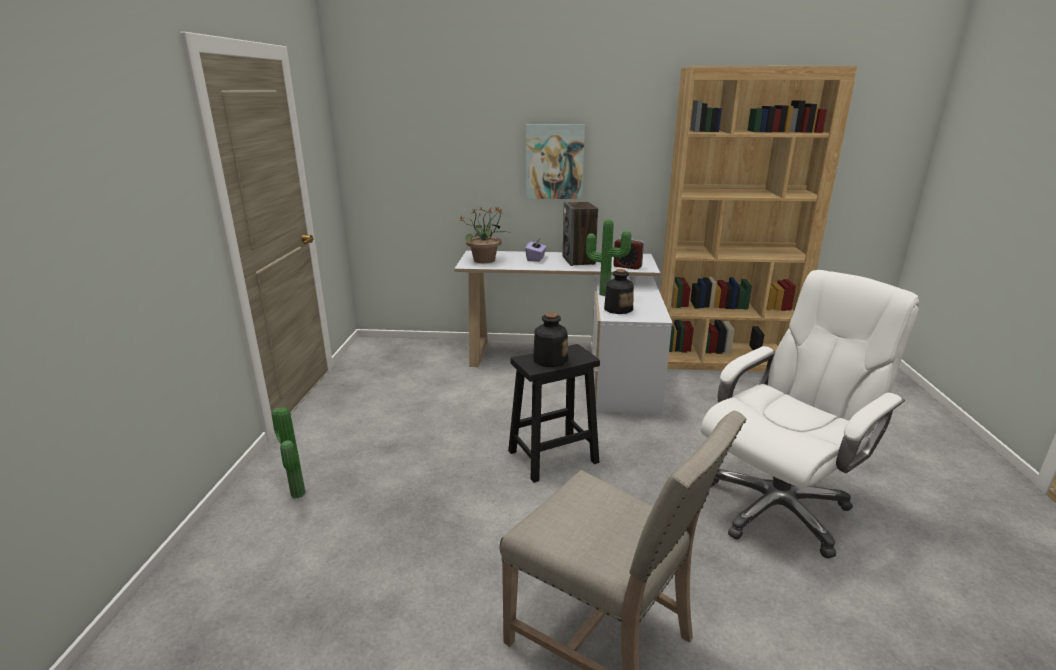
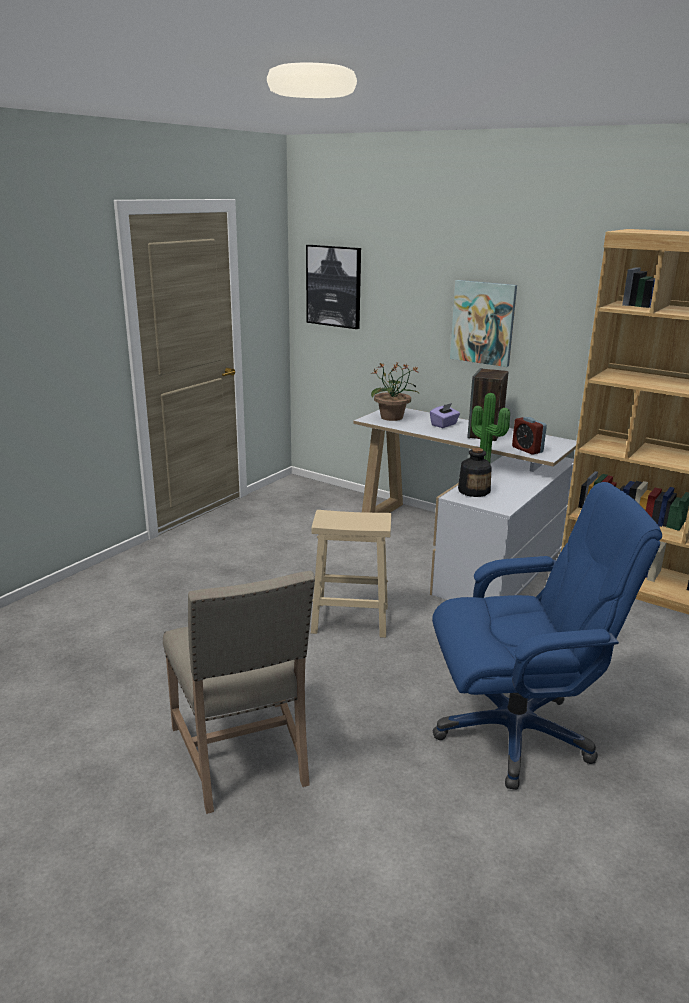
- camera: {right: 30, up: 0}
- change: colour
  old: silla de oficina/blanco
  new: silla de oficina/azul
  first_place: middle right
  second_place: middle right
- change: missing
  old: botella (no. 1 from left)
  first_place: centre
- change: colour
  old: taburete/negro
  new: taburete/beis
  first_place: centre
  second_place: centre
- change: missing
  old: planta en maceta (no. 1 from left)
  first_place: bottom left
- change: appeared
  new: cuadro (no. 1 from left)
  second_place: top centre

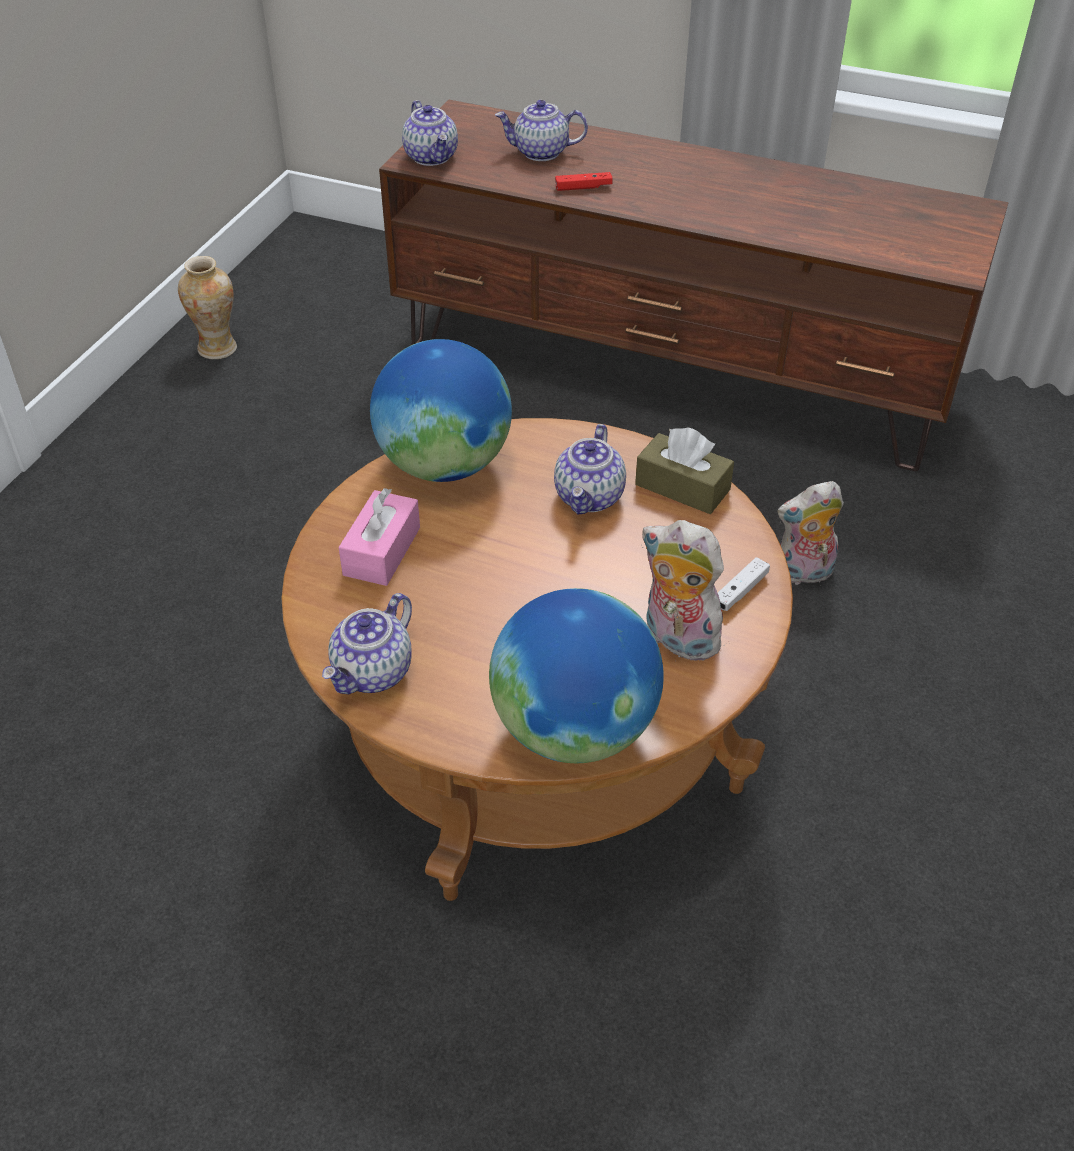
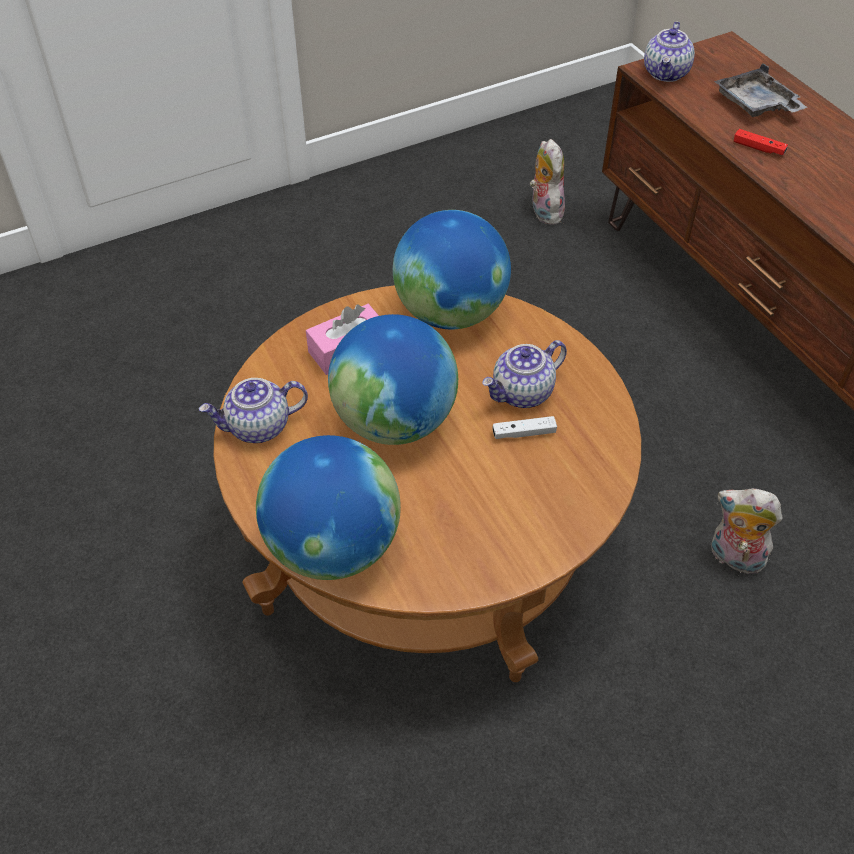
- camera: {right: 40, up: 5}
- change: exchanged
  old: tetera (no. 3 from left)
  new: bandeja/gris
  first_place: top centre
  second_place: top right
- change: missing
  old: florero
  first_place: top left
- change: missing
  old: caja de pañuelos/marrón
  first_place: centre
- change: relocated
  old: peluche (no. 1 from left)
  first_place: centre
  second_place: top centre
- change: relocated
  old: mando de consola/blanco
  first_place: middle right
  second_place: centre
- change: appeared
  new: globo terráqueo (no. 2 from left)
  second_place: centre

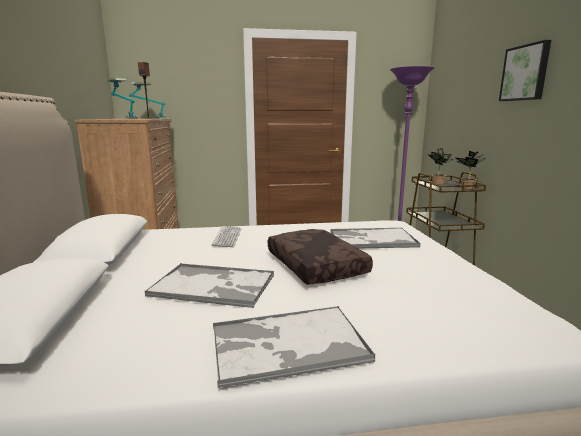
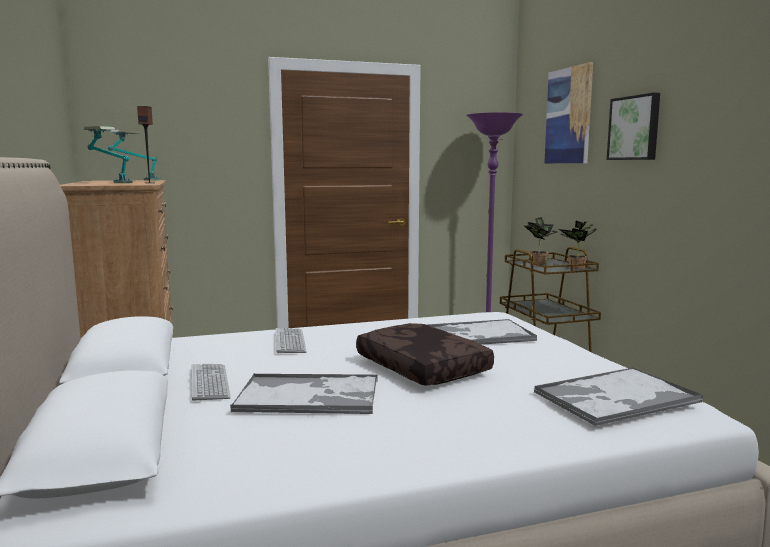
- camera: {right: -10, up: -5}
- change: relocated
  old: bandeja (no. 2 from left in the first image)
  new: bandeja (no. 3 from left)
  first_place: bottom centre
  second_place: bottom right
- change: appeared
  new: cuadro (no. 1 from left)
  second_place: top right
- change: appeared
  new: teclado (no. 1 from left)
  second_place: bottom left

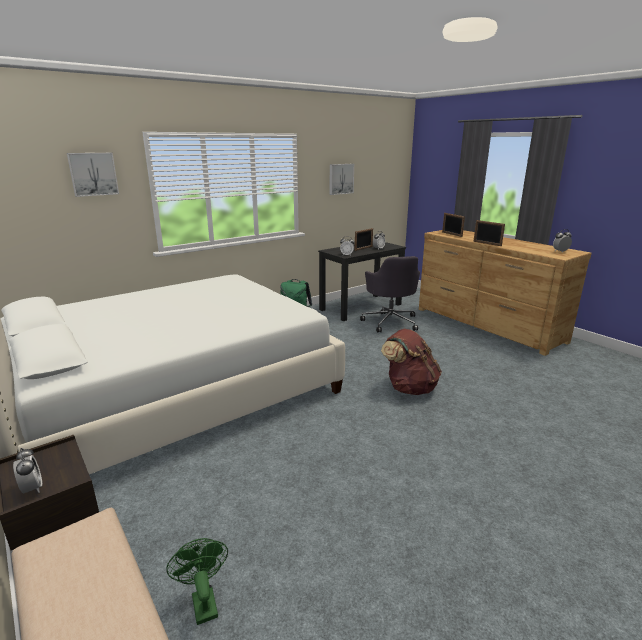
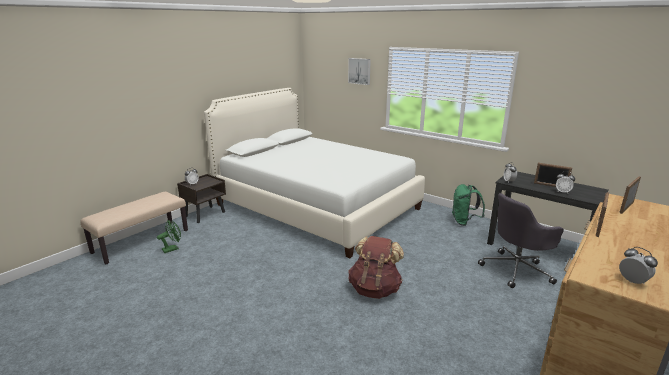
- camera: {right: 75, up: 0}
- change: missing
  old: cuadro (no. 2 from left)
  first_place: top centre

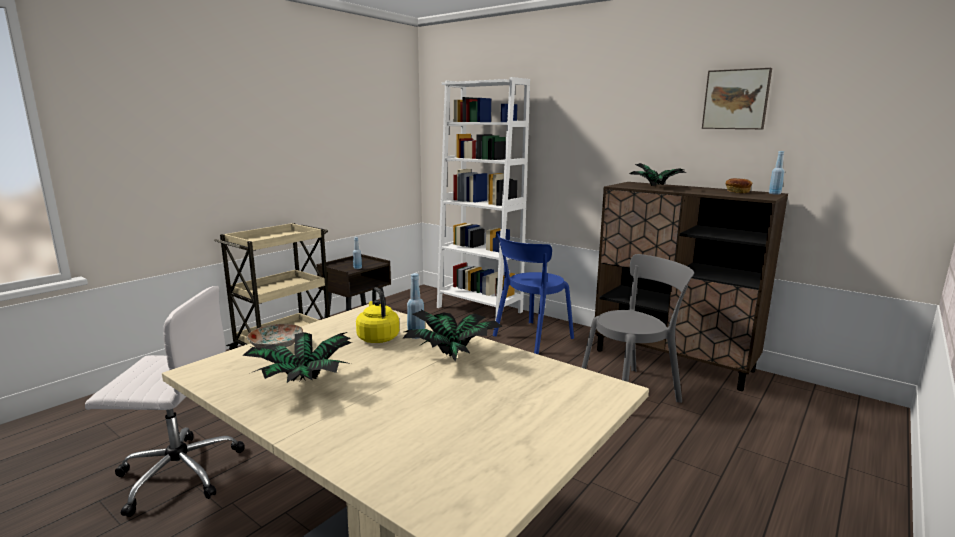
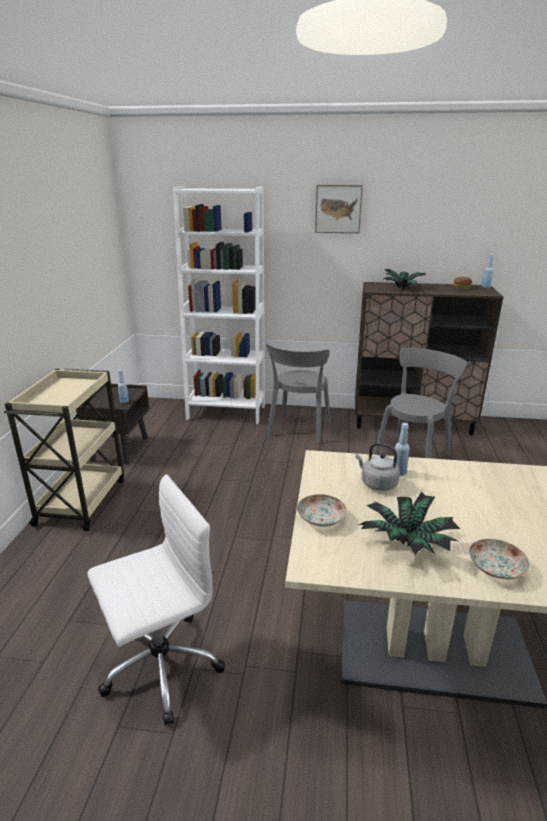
- camera: {right: -30, up: 10}
- change: relocated
  old: cuadro
  first_place: top right
  second_place: top centre
- change: colour
  old: silla/azul
  new: silla/gris (no. 1 from left)
  first_place: centre
  second_place: centre
- change: colour
  old: hervidor/amarillo
  new: hervidor/gris
  first_place: centre
  second_place: middle right
- change: missing
  old: planta en maceta (no. 2 from left)
  first_place: centre
- change: appeared
  new: plato (no. 2 from left)
  second_place: bottom right

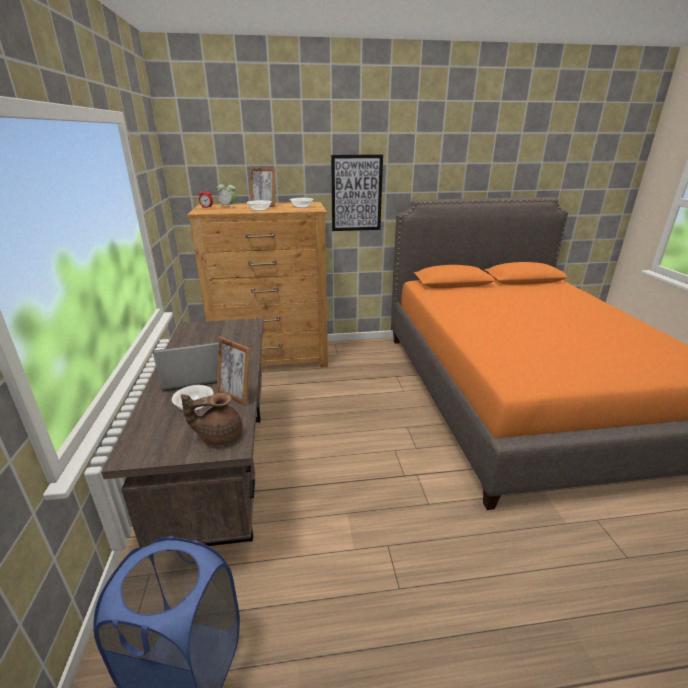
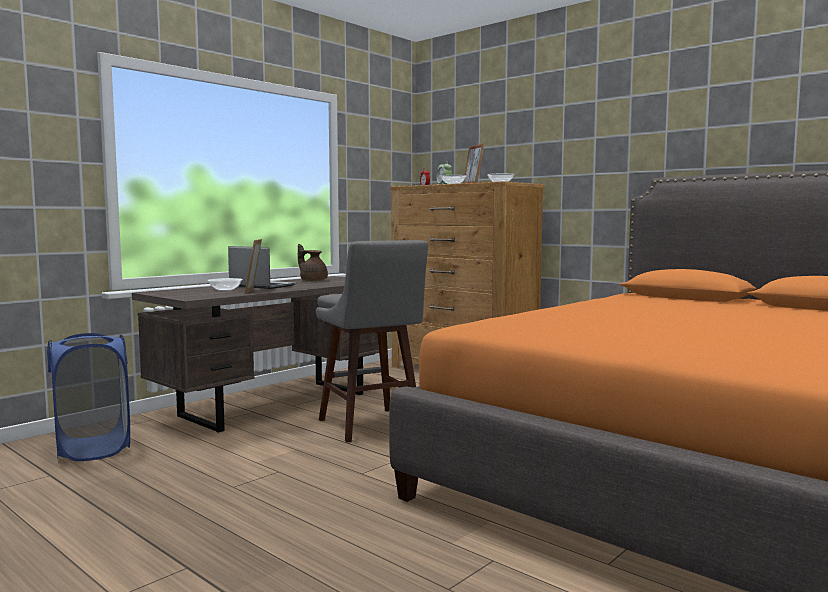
- camera: {right: 50, up: -20}
- change: missing
  old: cuadro
  first_place: top centre
- change: relocated
  old: tetera/marrón
  first_place: middle left
  second_place: centre
- change: appeared
  new: taburete/gris
  second_place: centre

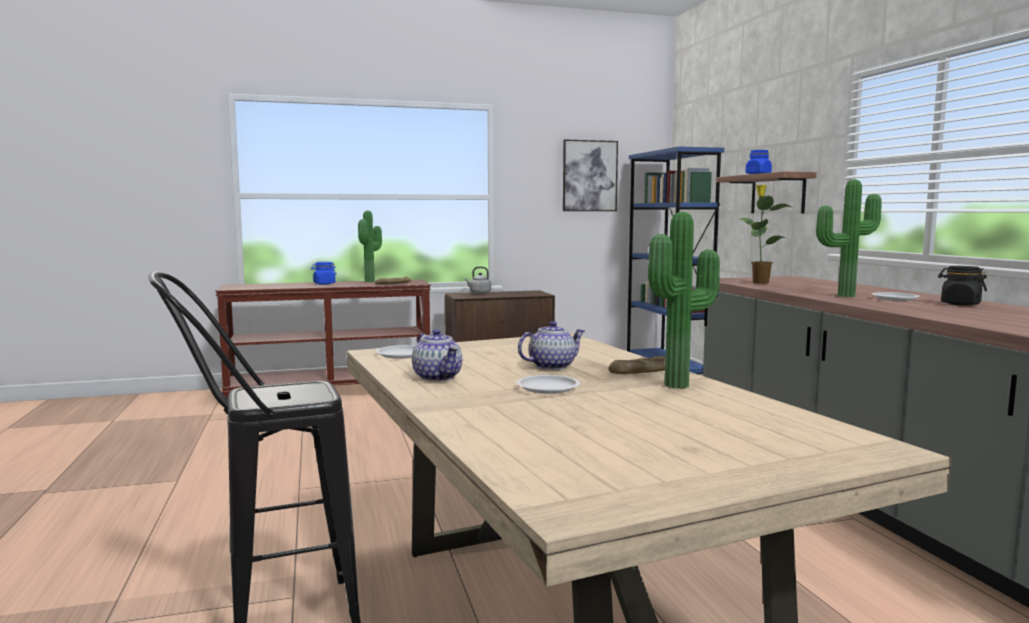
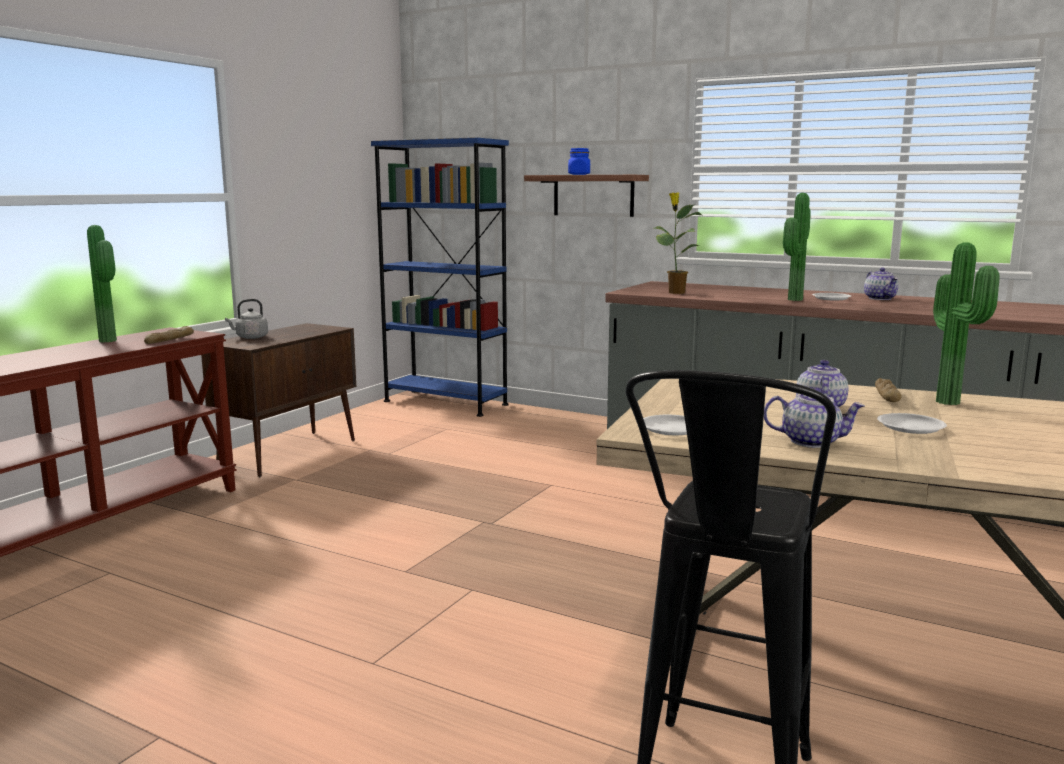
- camera: {right: -45, up: 5}
- change: missing
  old: cuadro
  first_place: top centre
- change: missing
  old: tarro/azul (no. 1 from left)
  first_place: middle left
- change: exchanged
  old: tarro/negro
  new: tetera (no. 3 from left)
  first_place: middle right
  second_place: middle right

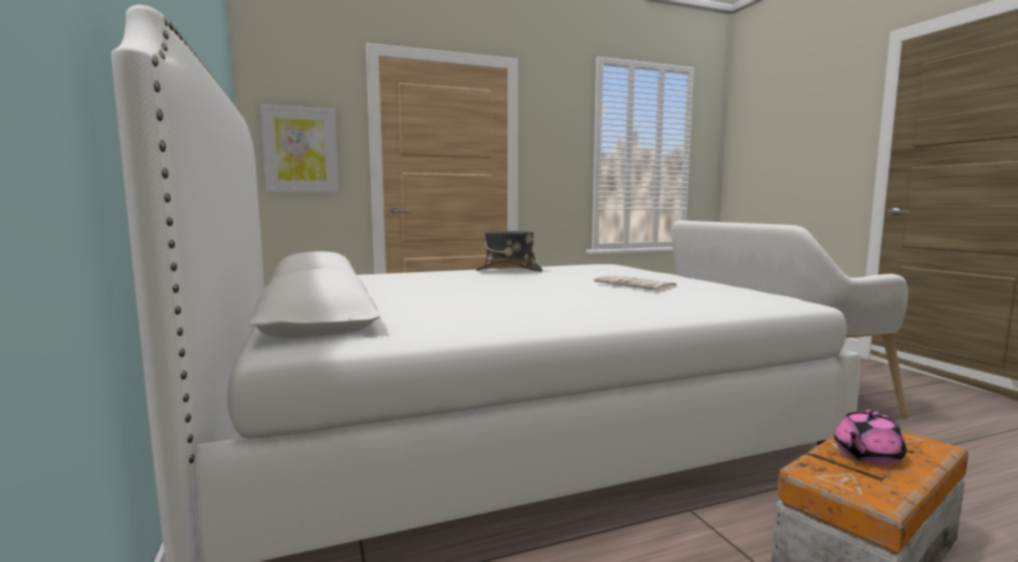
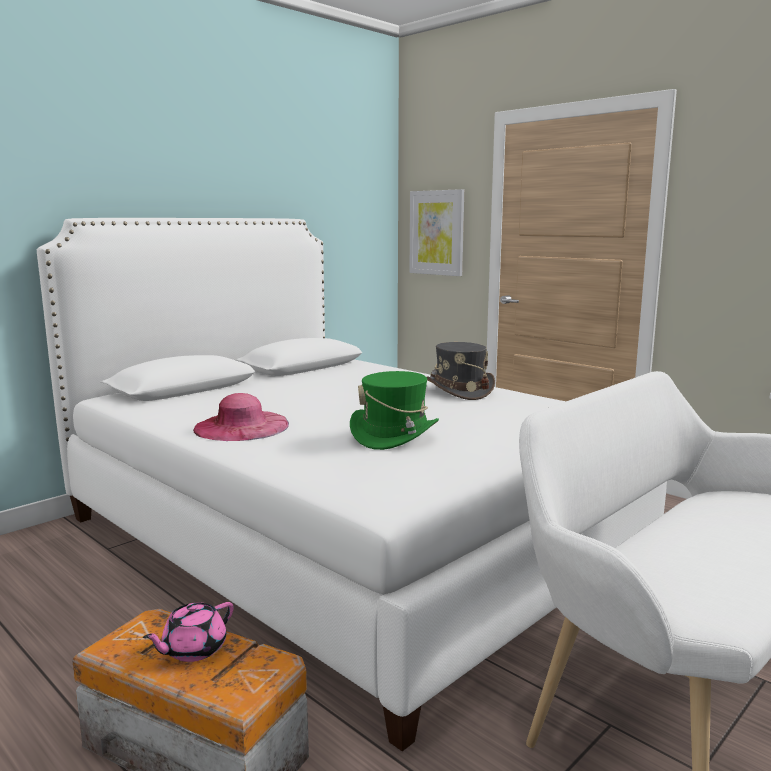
- camera: {right: 65, up: 5}
- change: exchanged
  old: periódico
  new: sombrero/verde
  first_place: centre
  second_place: centre
- change: spun
  old: tetera/rosa
  first_place: bottom right
  second_place: bottom left
  degrees: -75
- change: appeared
  new: sombrero/rosa
  second_place: middle left

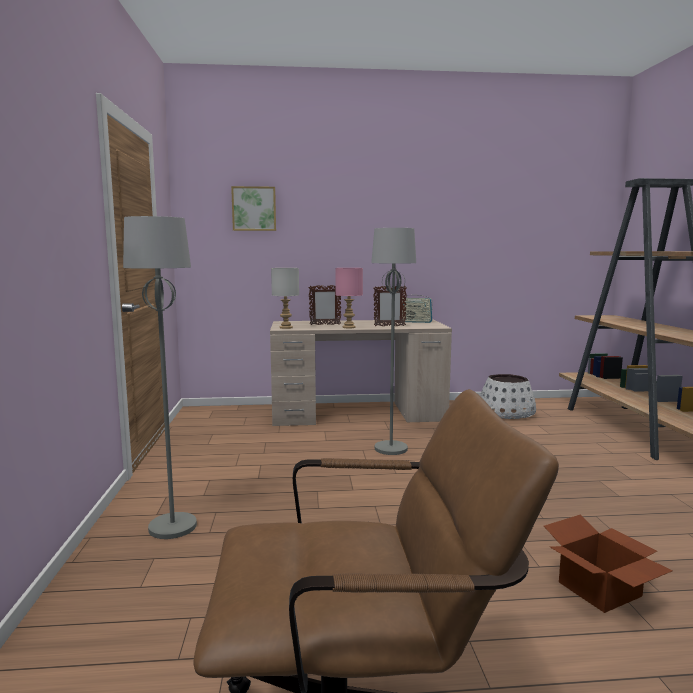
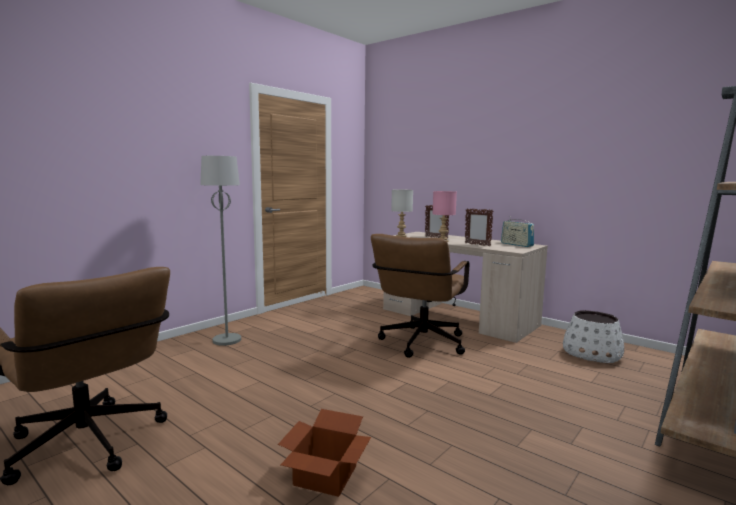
- camera: {right: 45, up: 0}
- change: missing
  old: cuadro
  first_place: top centre
- change: exchanged
  old: lámpara de pie/gris (no. 2 from left)
  new: silla de oficina/marrón (no. 2 from left)
  first_place: centre
  second_place: centre

